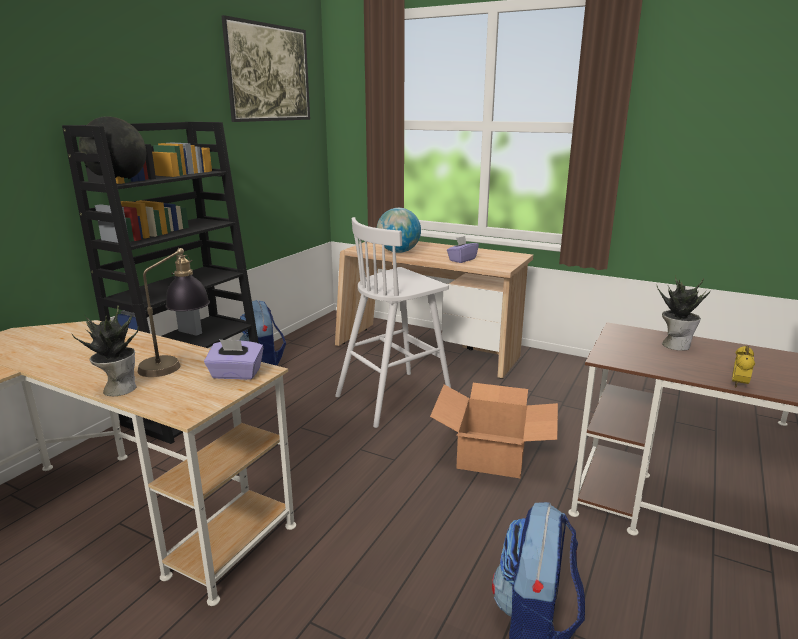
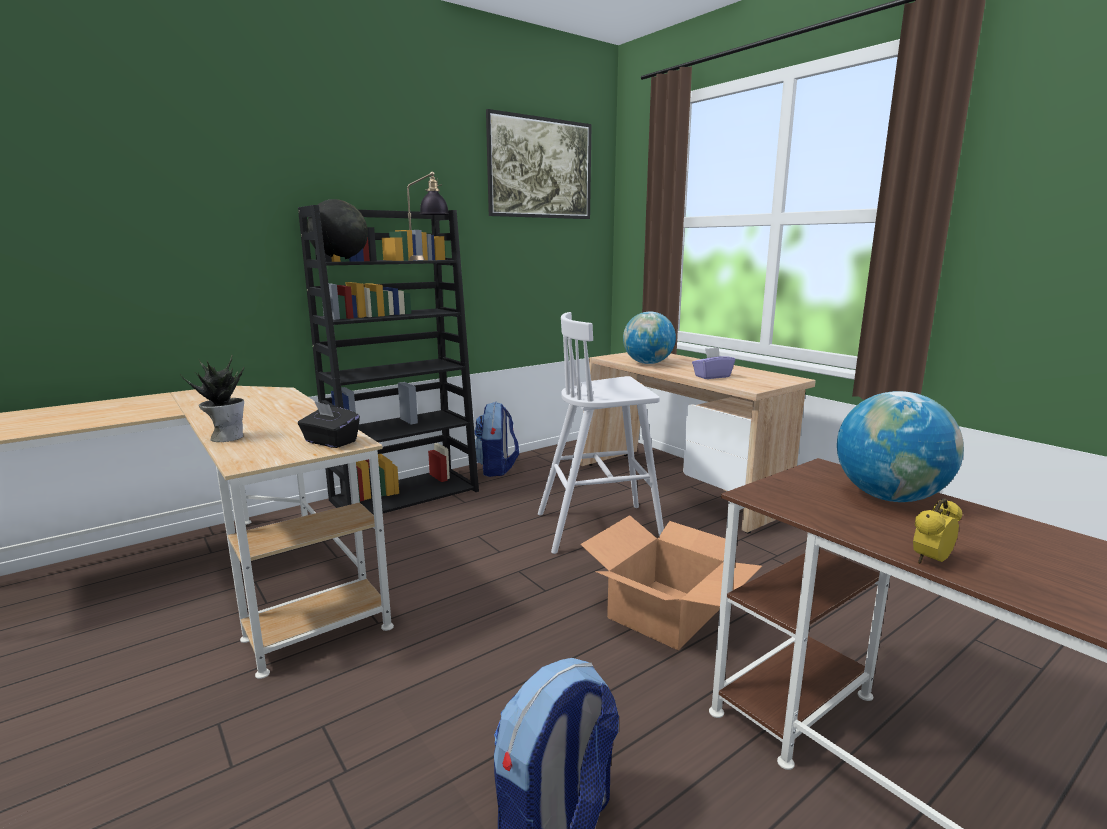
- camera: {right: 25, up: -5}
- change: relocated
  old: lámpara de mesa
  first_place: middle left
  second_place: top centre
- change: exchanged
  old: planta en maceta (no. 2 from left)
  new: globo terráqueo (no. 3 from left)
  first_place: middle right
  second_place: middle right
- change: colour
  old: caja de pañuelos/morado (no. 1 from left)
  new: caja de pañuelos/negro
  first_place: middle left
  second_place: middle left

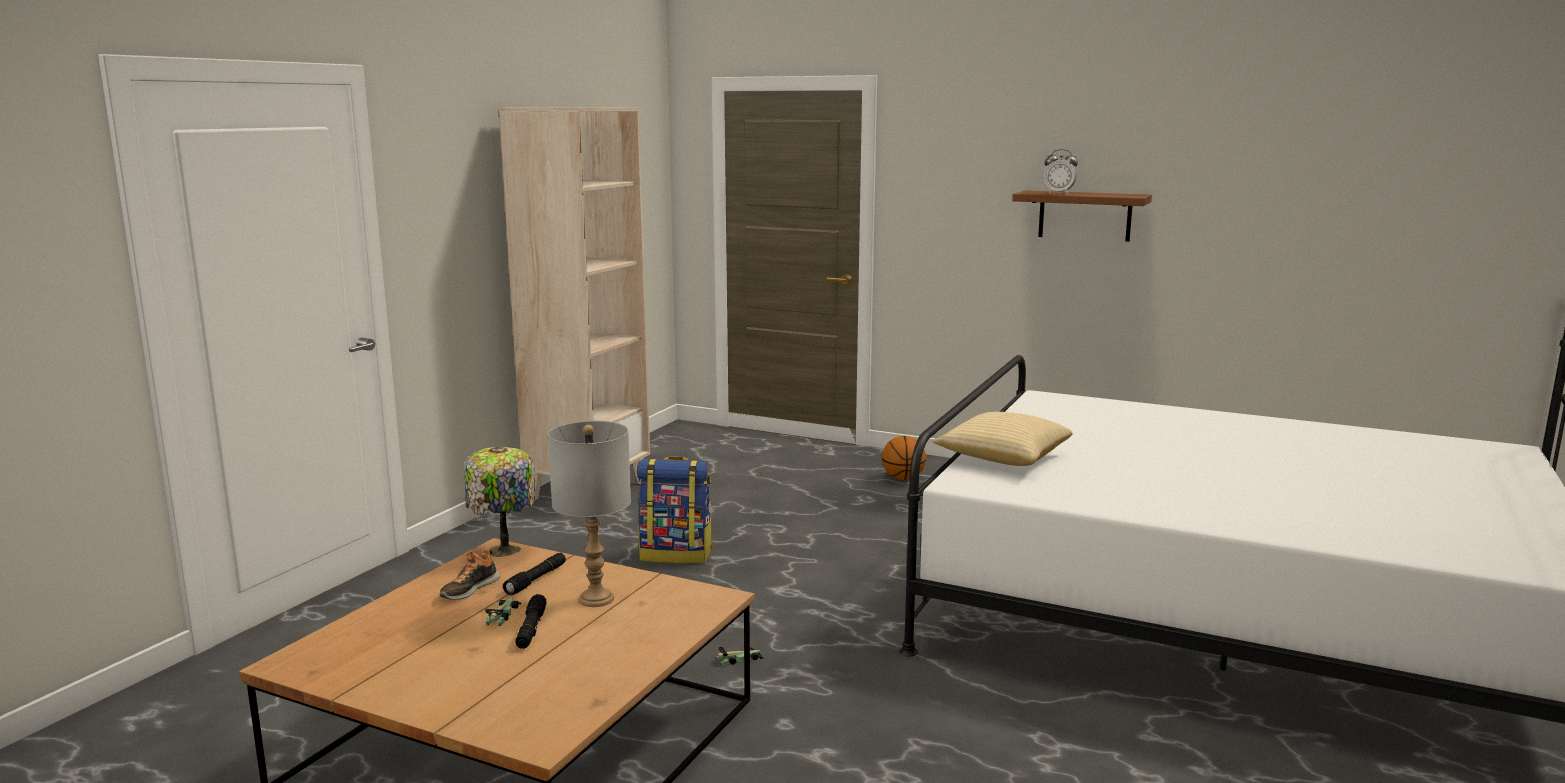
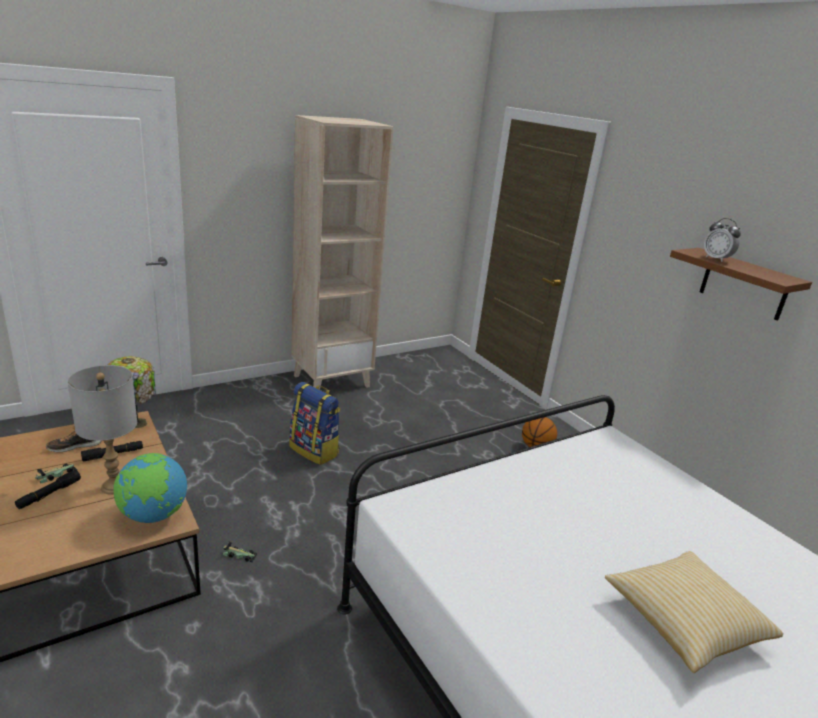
- camera: {right: 30, up: 10}
- change: relocated
  old: cojín
  first_place: centre
  second_place: bottom right
- change: appeared
  new: globo terráqueo
  second_place: bottom left

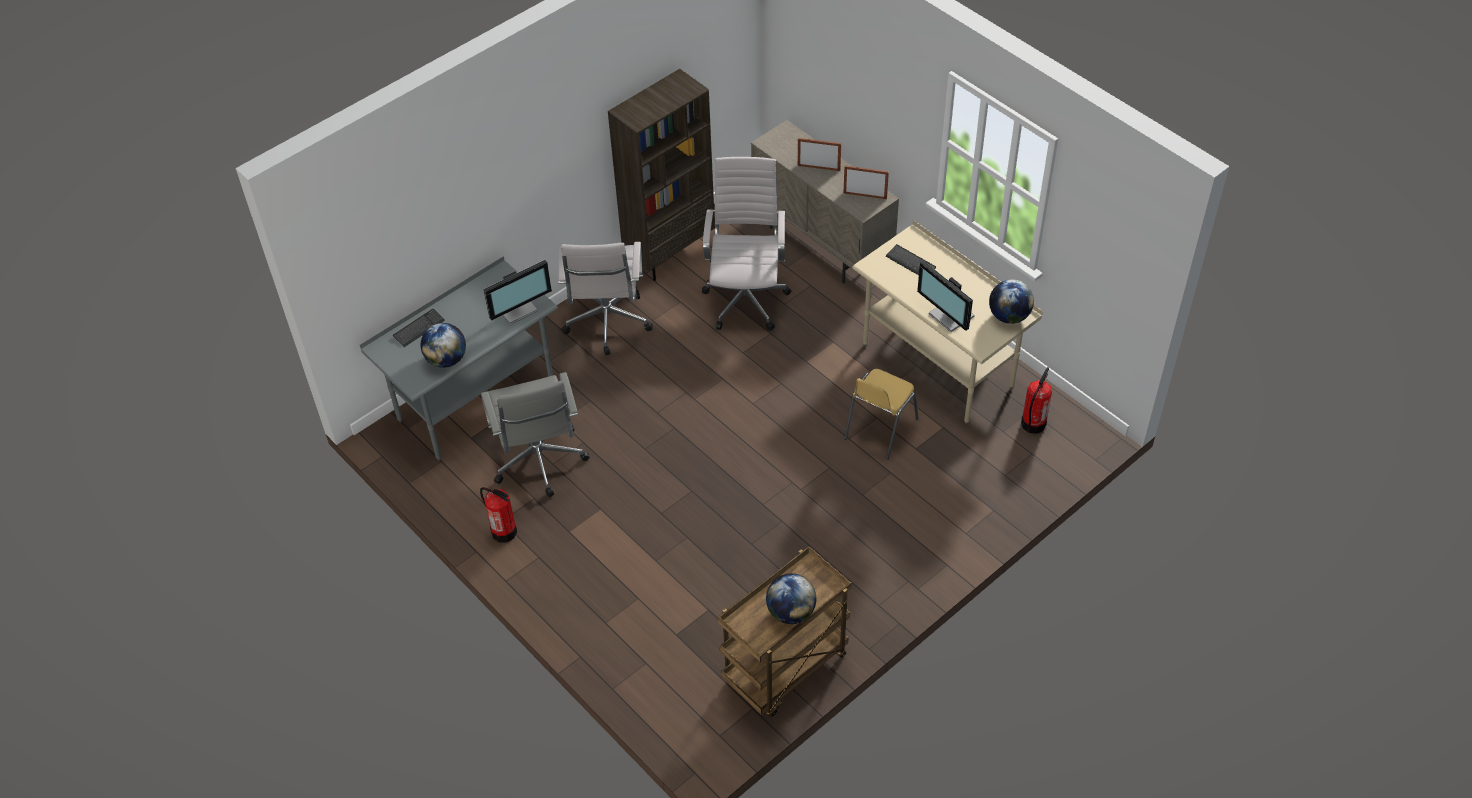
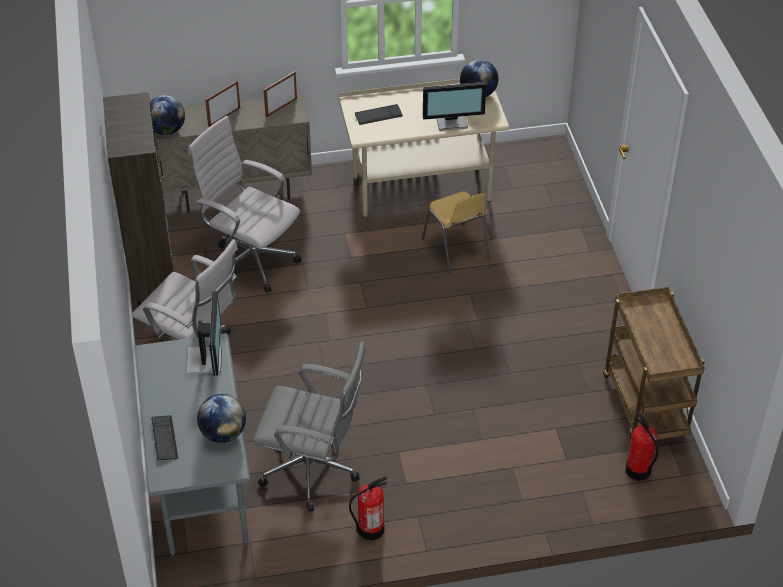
- camera: {right: -60, up: -5}
- change: relocated
  old: extintor (no. 2 from left)
  first_place: middle right
  second_place: bottom right
- change: relocated
  old: globo terráqueo (no. 2 from left in the first image)
  new: globo terráqueo (no. 1 from left)
  first_place: bottom centre
  second_place: top left

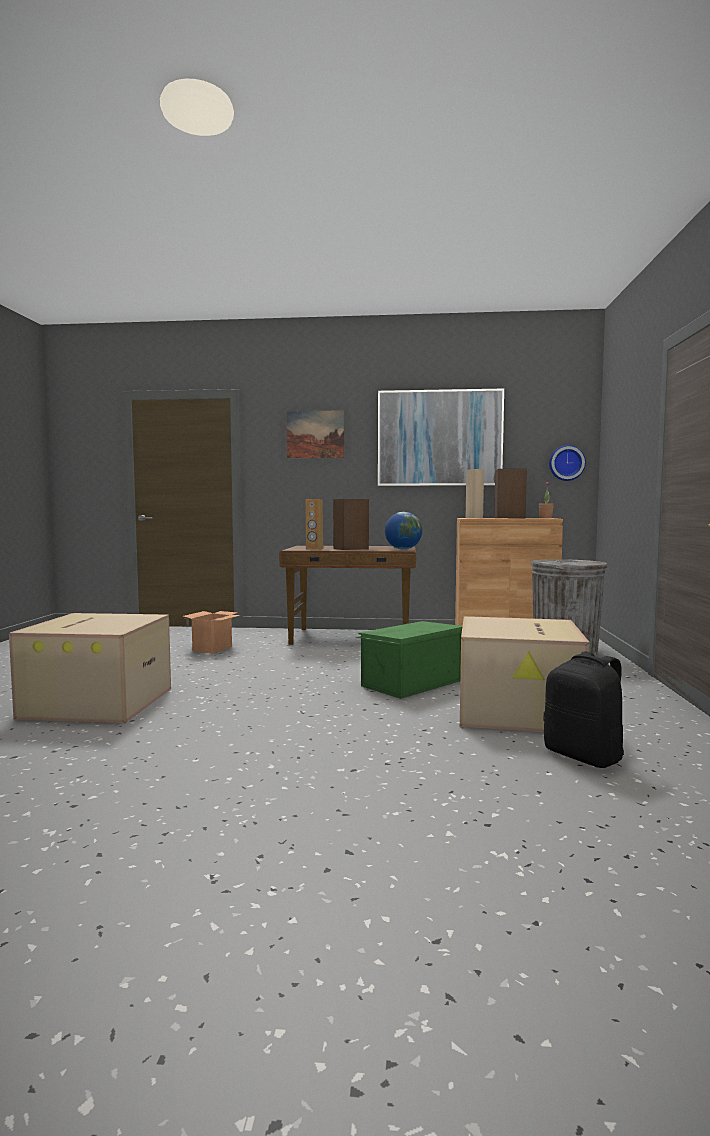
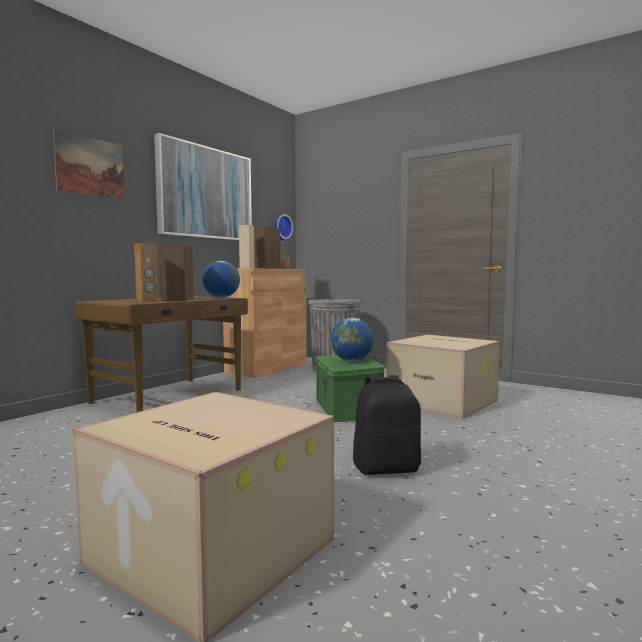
- camera: {right: -60, up: 0}
- change: missing
  old: caja de cartón (no. 2 from left)
  first_place: middle left
- change: relocated
  old: mochila/negro
  first_place: middle right
  second_place: centre
- change: appeared
  new: globo terráqueo (no. 2 from left)
  second_place: centre

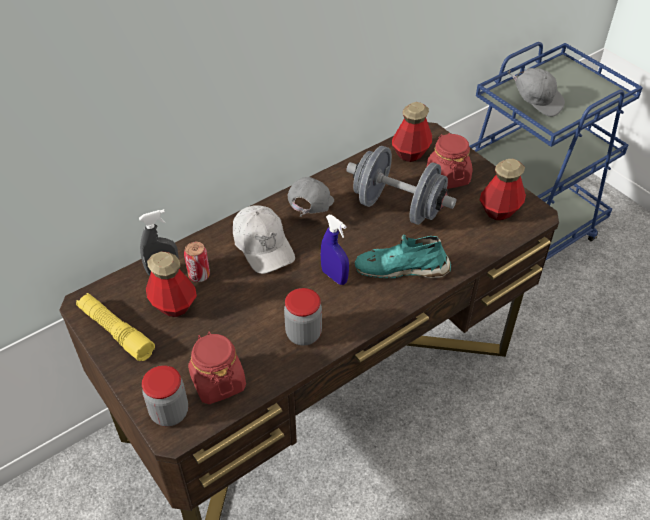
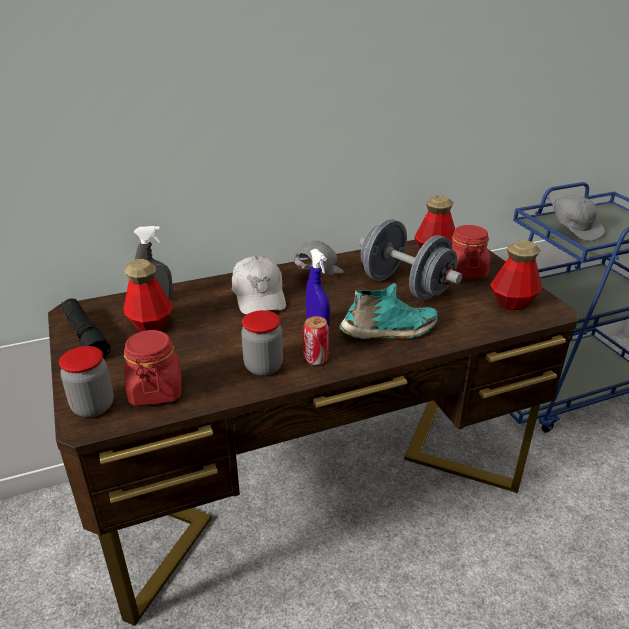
- camera: {right: 15, up: -15}
- change: spun
  old: zapato/turquesa
  first_place: centre
  second_place: centre
  degrees: 150
- change: relocated
  old: lata
  first_place: middle left
  second_place: centre
- change: colour
  old: linterna/amarillo
  new: linterna/negro
  first_place: middle left
  second_place: middle left

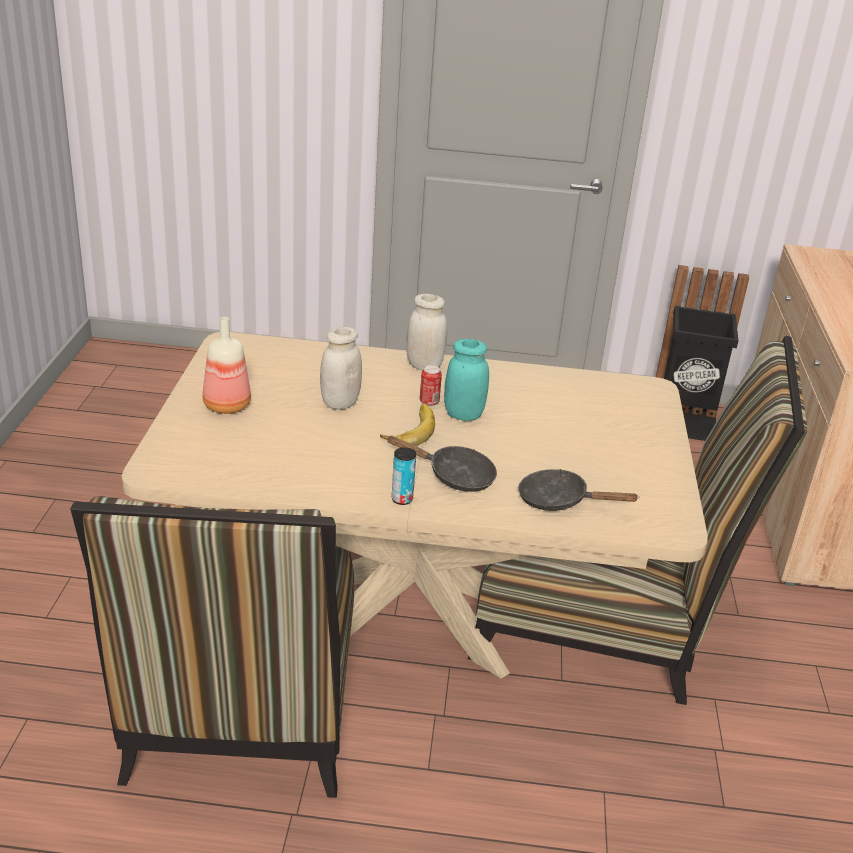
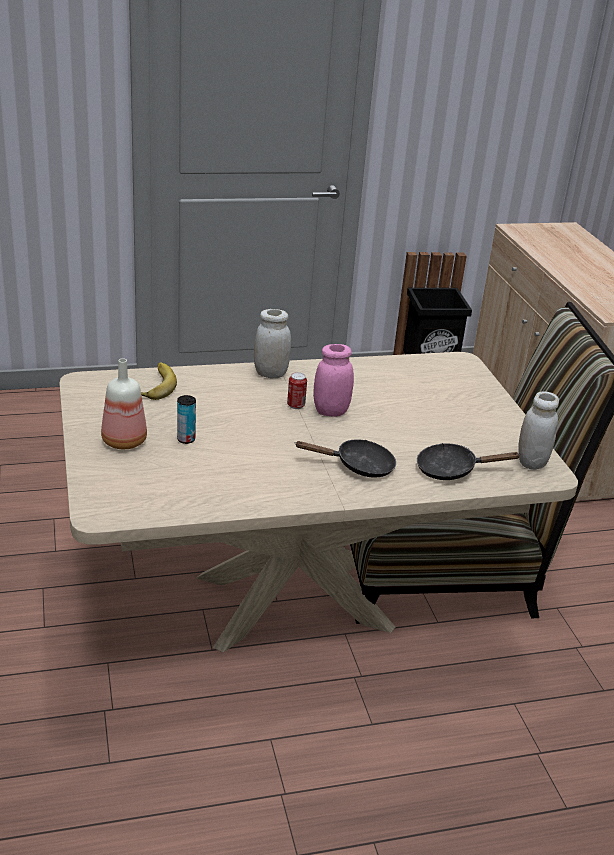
- camera: {right: -20, up: 0}
- change: relocated
  old: tarro/blanco (no. 1 from left in the first image)
  new: tarro/blanco (no. 2 from left)
  first_place: centre
  second_place: middle right
- change: colour
  old: tarro/turquesa
  new: tarro/rosa
  first_place: centre
  second_place: centre
- change: relocated
  old: plátano
  first_place: centre
  second_place: middle left
- change: relocated
  old: lata (no. 1 from left)
  first_place: centre
  second_place: middle left
- change: missing
  old: silla (no. 1 from left)
  first_place: bottom left

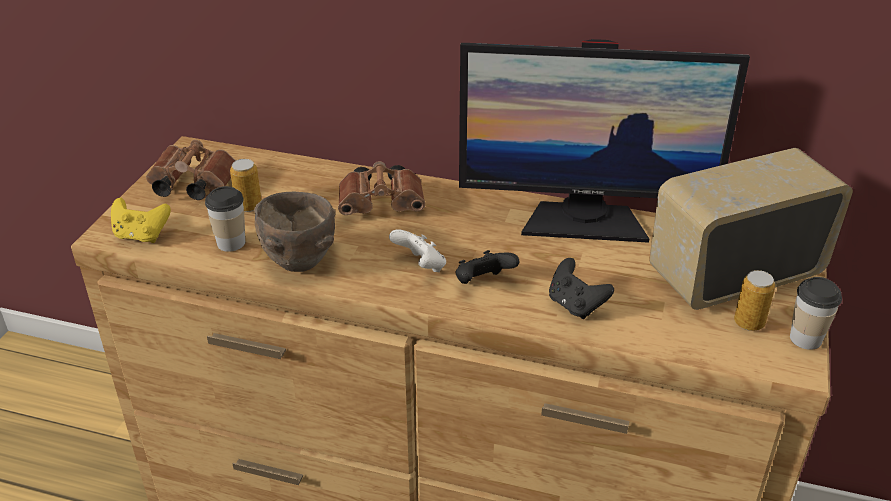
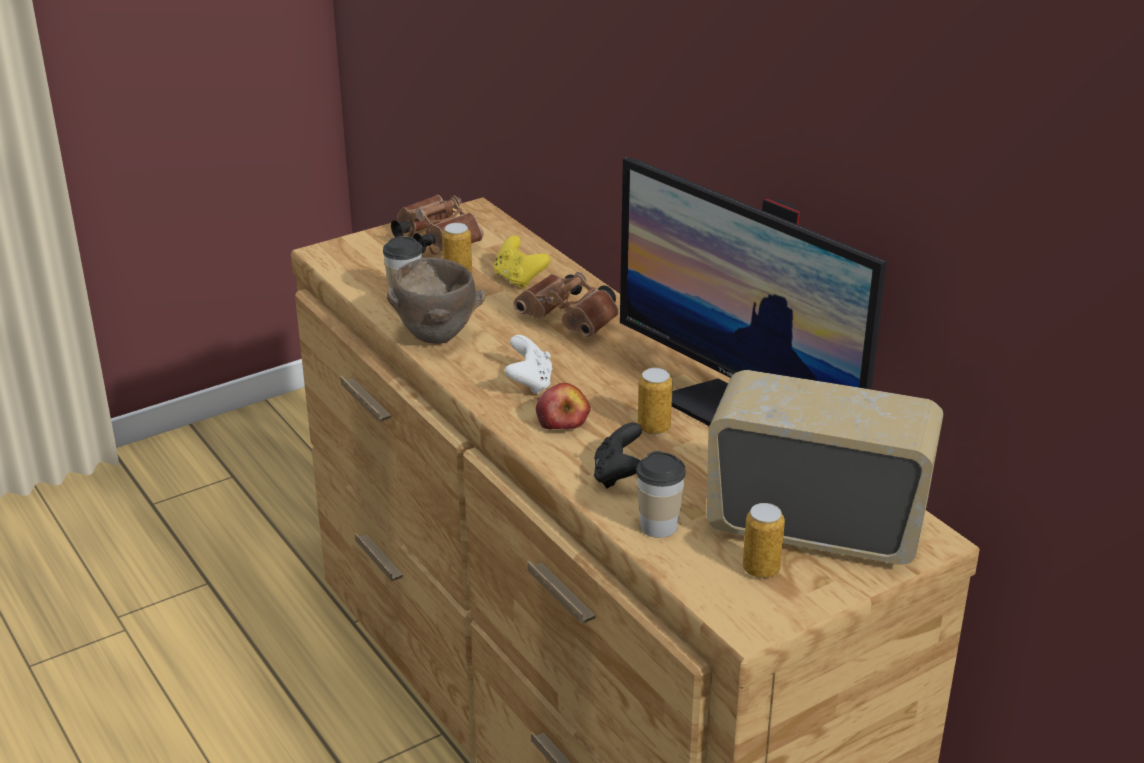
- camera: {right: 40, up: -5}
- change: relocated
  old: mando de consola/amarillo
  first_place: middle left
  second_place: centre
- change: exchanged
  old: mando de consola/negro (no. 1 from left)
  new: manzana
  first_place: centre
  second_place: centre
- change: relocated
  old: taza (no. 2 from left)
  first_place: middle right
  second_place: centre
- change: appeared
  new: lata (no. 2 from left)
  second_place: centre

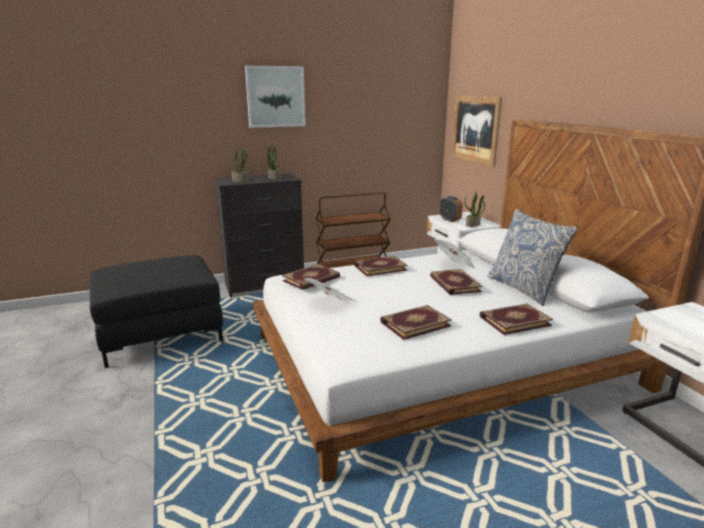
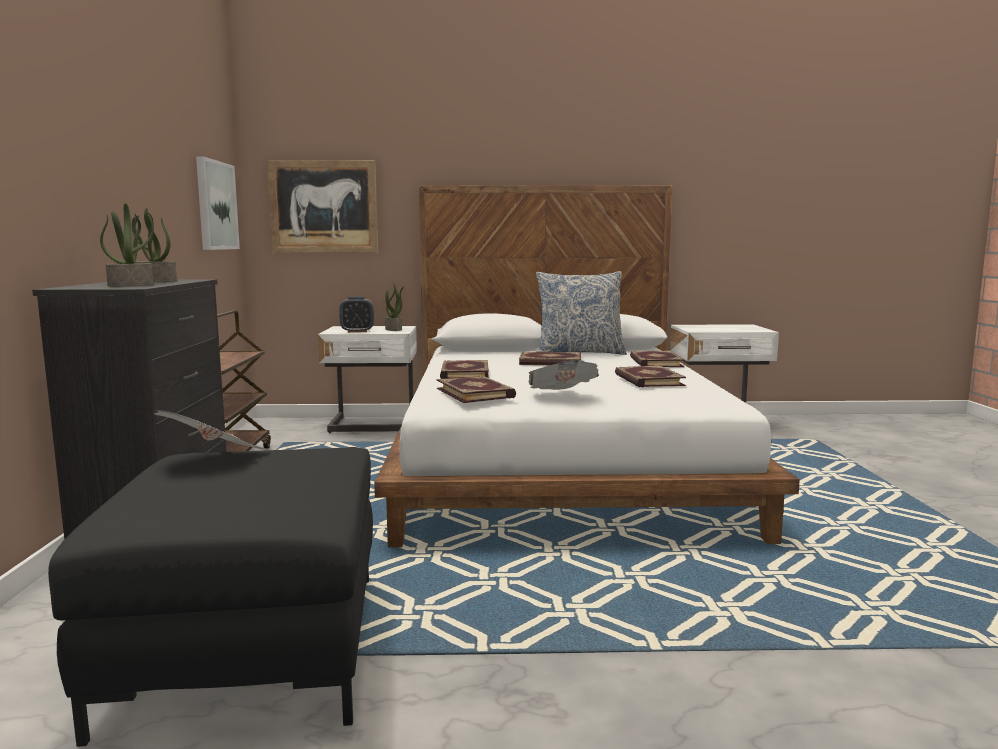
- camera: {right: -70, up: -10}
- change: relocated
  old: cuadro (no. 1 from left)
  first_place: top centre
  second_place: top left
- change: relocated
  old: periódico (no. 2 from left in the first image)
  new: periódico (no. 1 from left)
  first_place: centre
  second_place: middle left

